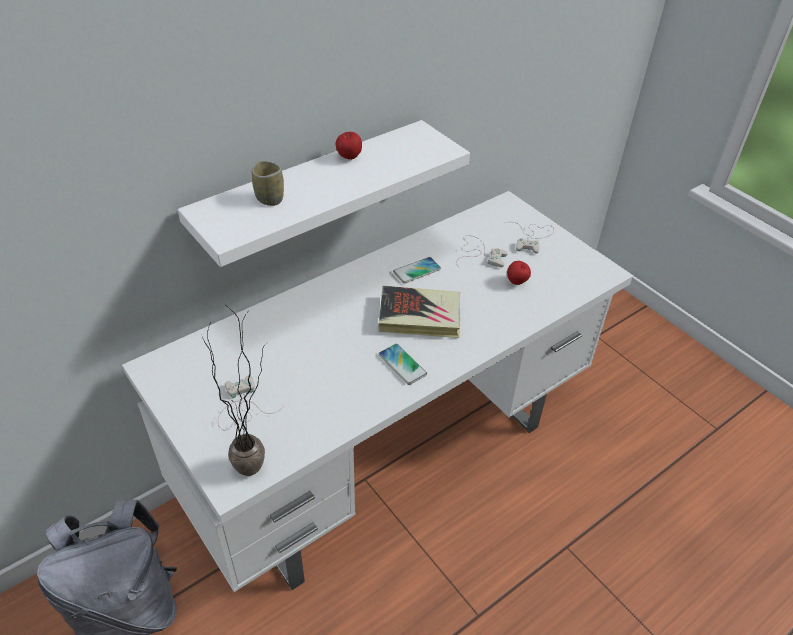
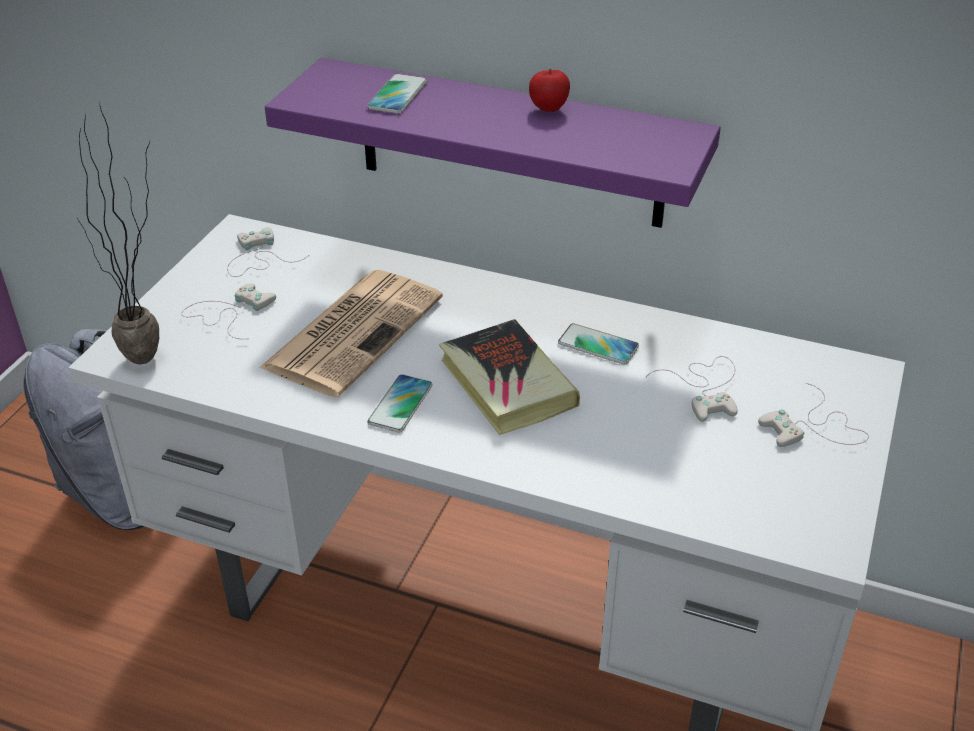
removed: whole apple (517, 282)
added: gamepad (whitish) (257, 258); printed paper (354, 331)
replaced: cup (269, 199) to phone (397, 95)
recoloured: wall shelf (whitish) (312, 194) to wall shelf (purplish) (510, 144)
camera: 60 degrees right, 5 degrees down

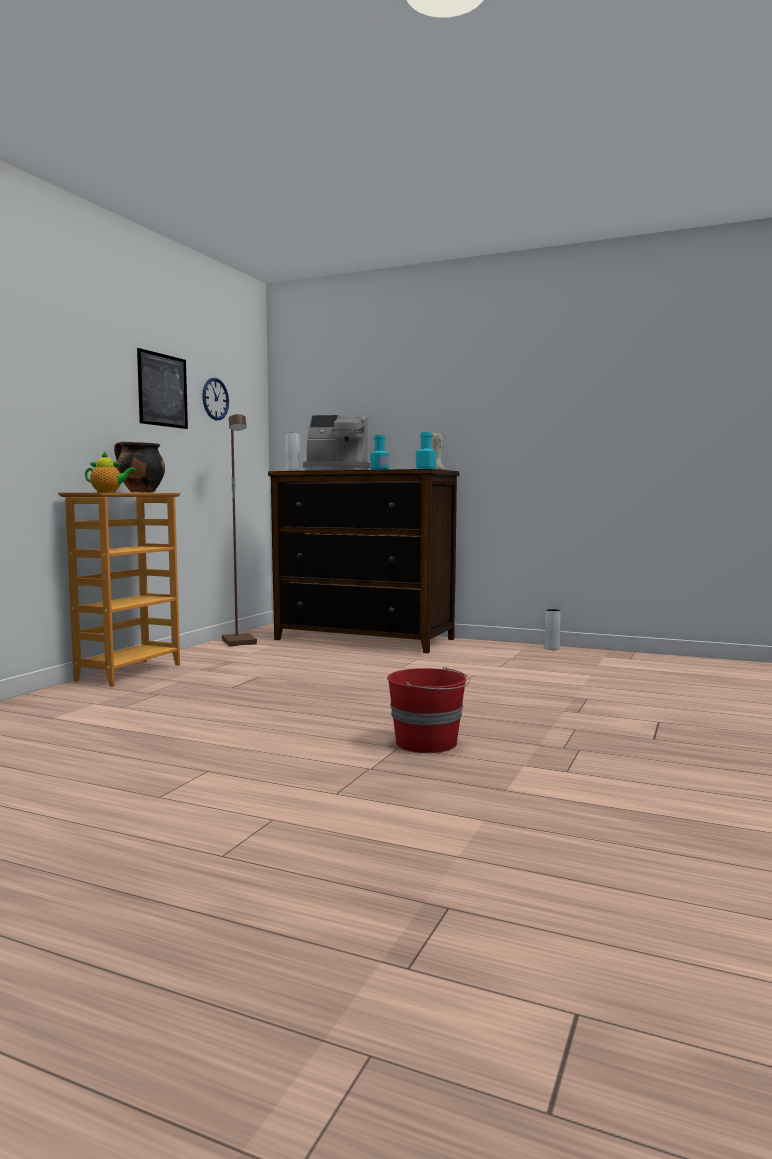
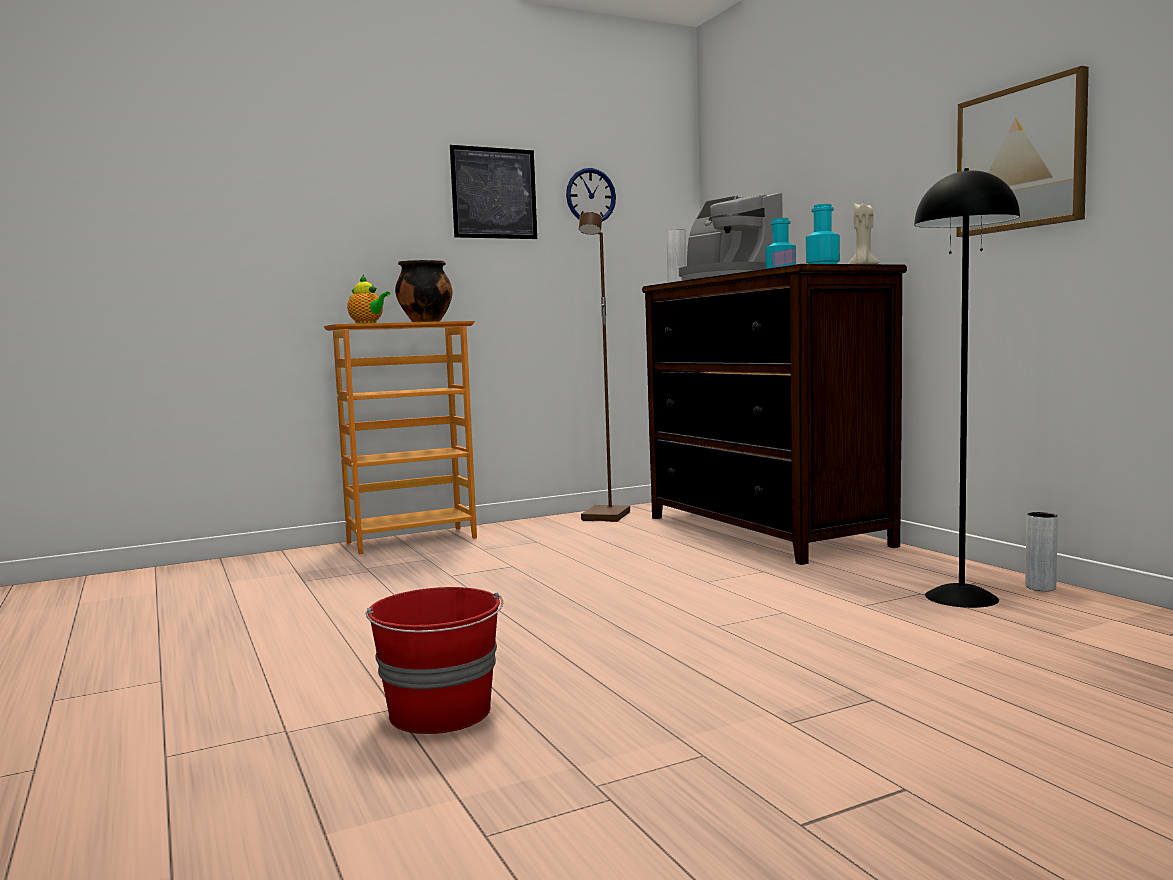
added: wall art (1021, 158); standing lamp (blackish) (962, 597)
camera: 40 degrees right, 0 degrees up

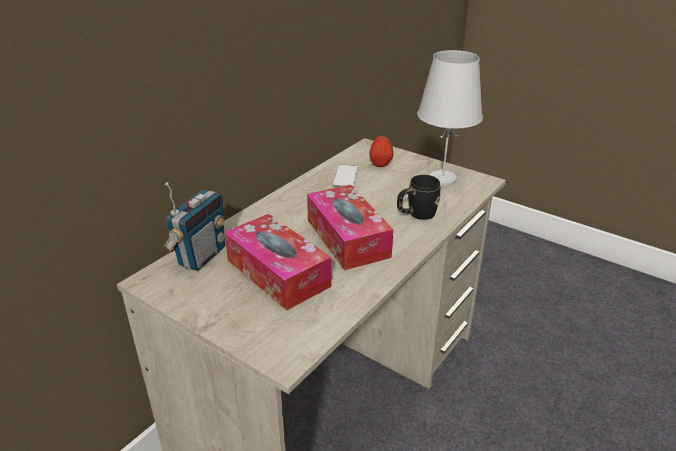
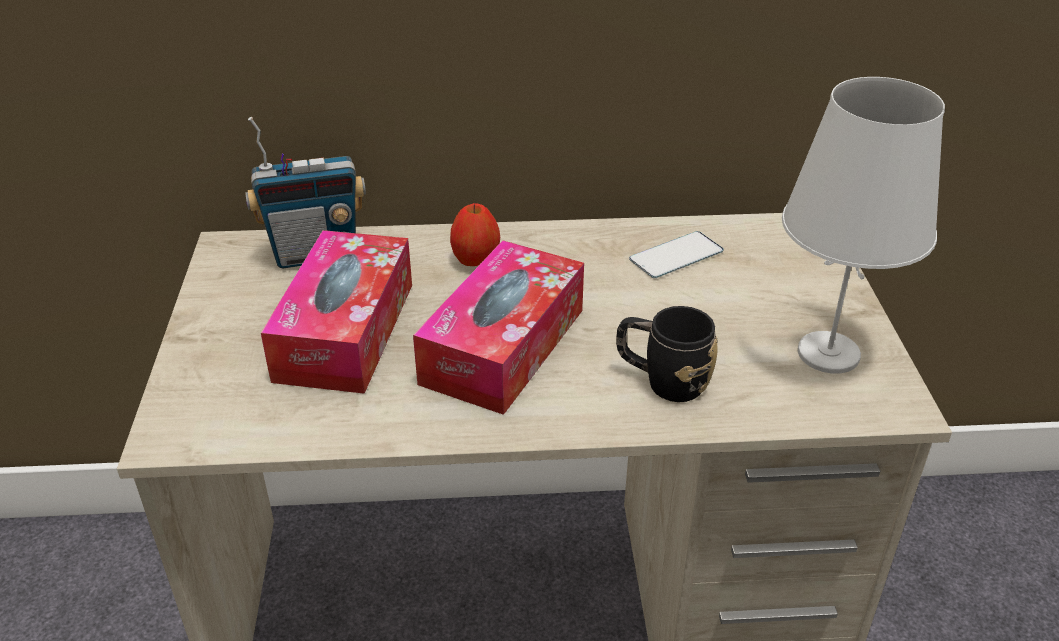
moved: whole apple (380, 164) to (475, 260)
camera: 50 degrees right, 5 degrees up

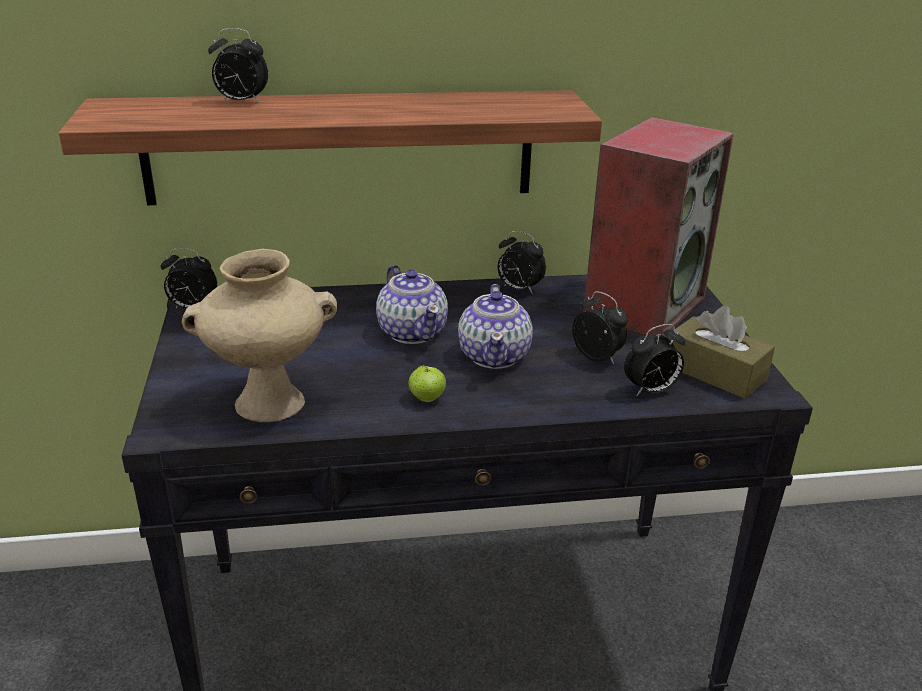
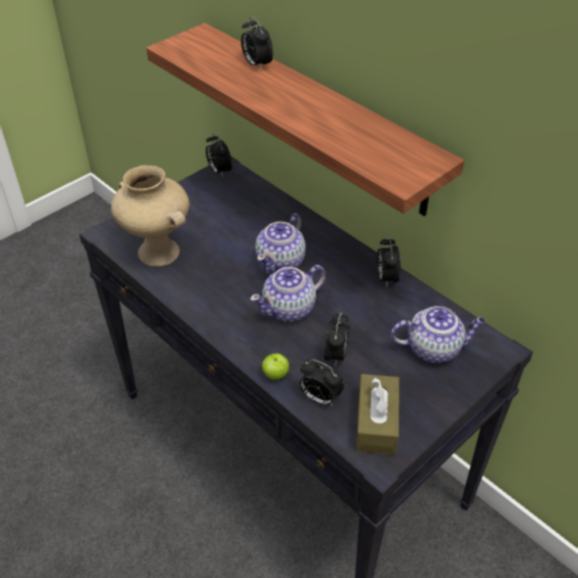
moved: whole apple (427, 399) to (275, 375)
replaced: loudspeaker (643, 305) to teapot (434, 348)
camera: 55 degrees right, 15 degrees up

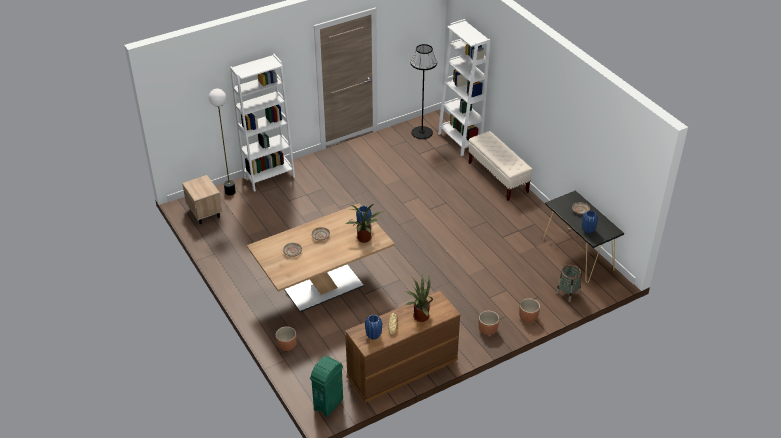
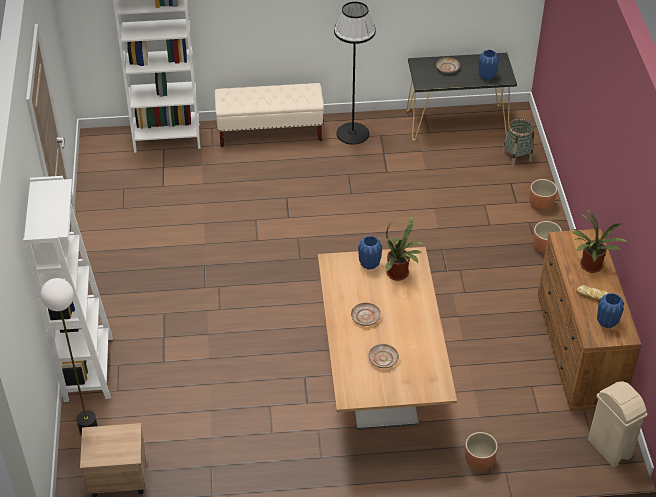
moved: standing lamp (blackish) (421, 132) to (352, 133)
recoloured: waste bin (green) (329, 404) to waste bin (beige) (609, 448)
camera: 65 degrees left, 5 degrees up

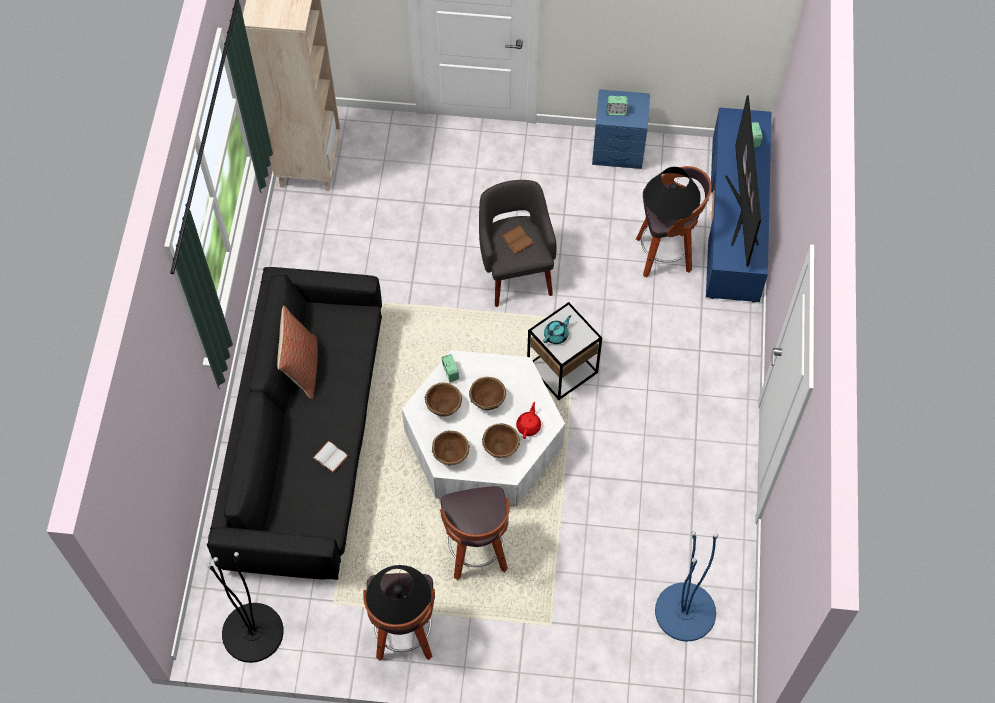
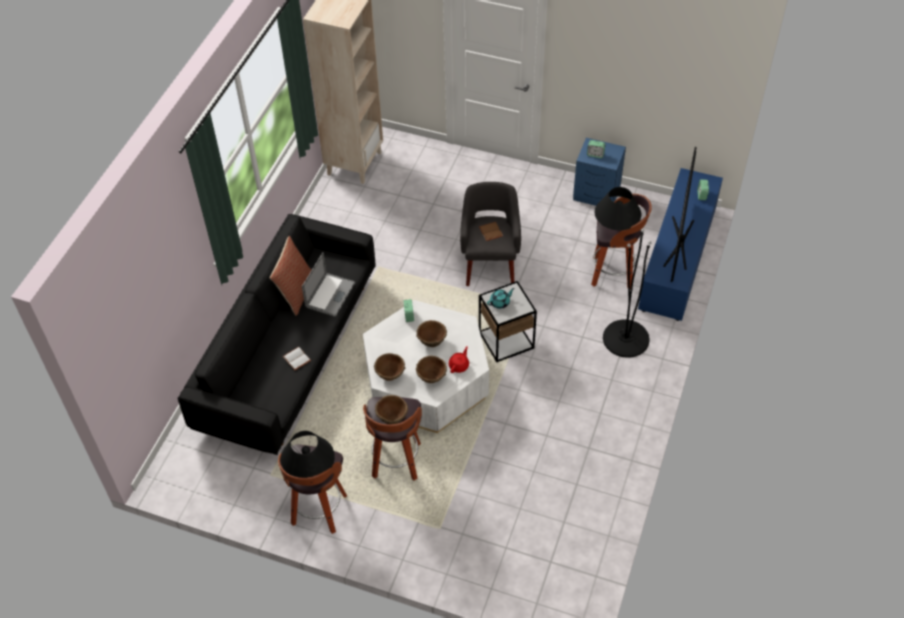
removed: standing lamp (bluish) (685, 611)
added: laptop (330, 295)
moved: serving bowl (brown) (443, 407) to (392, 417); standing lamp (blackish) (252, 632) to (626, 338)
camera: 15 degrees right, 10 degrees down

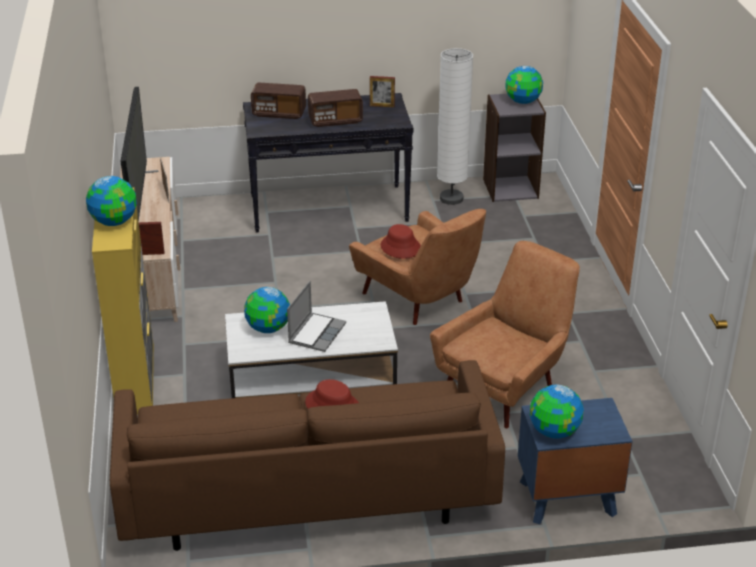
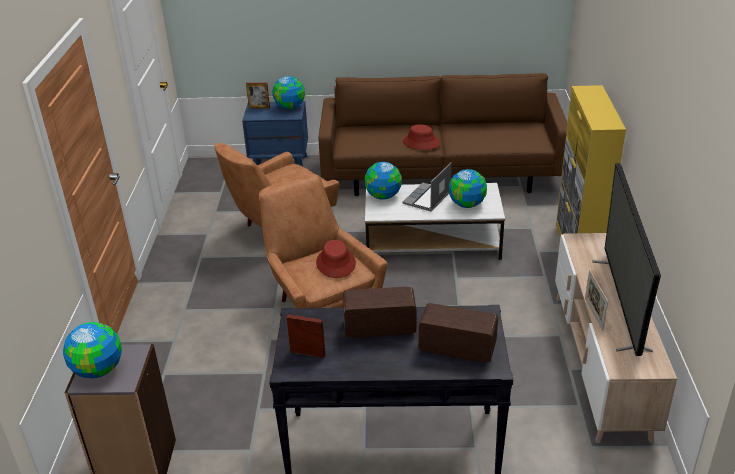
removed: standing lamp (whitish) (451, 198)
moved: desk globe (114, 221) to (383, 196); standing frame (150, 253) to (259, 107)
camera: 170 degrees left, 0 degrees up

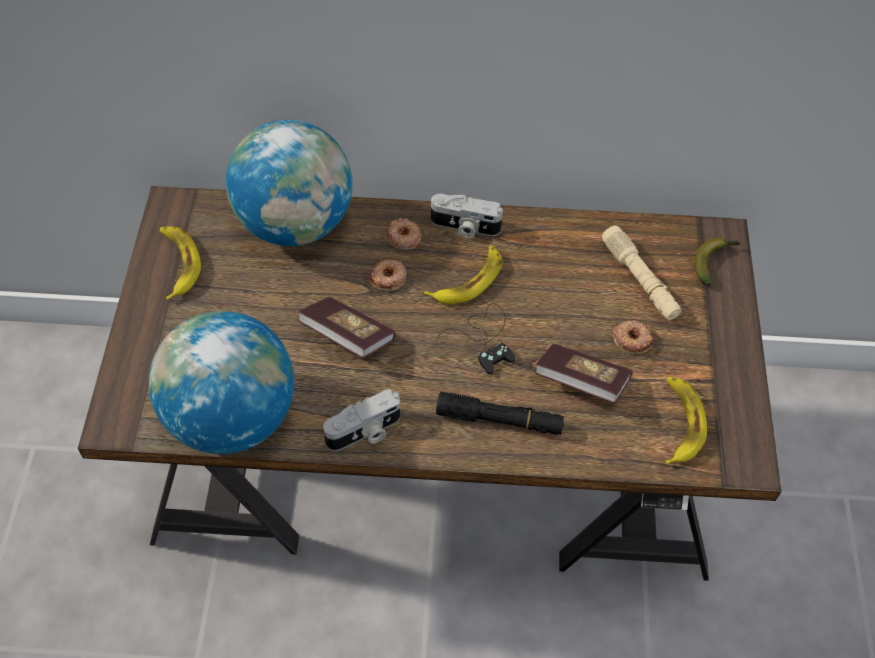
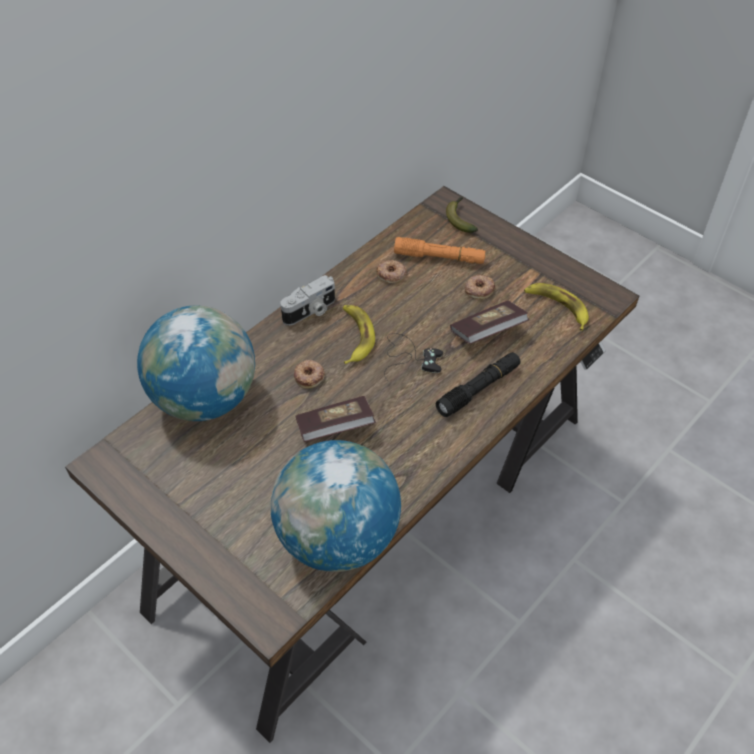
removed: whole banana (178, 263); photo camera (365, 432)
moved: donut (403, 237) to (391, 274)
recoloured: torch (beige) (639, 279) to torch (orange-coloured) (439, 257)
camera: 50 degrees left, 5 degrees down

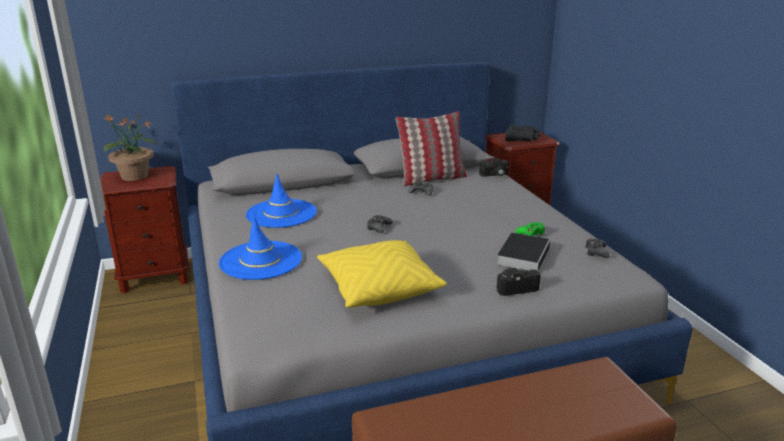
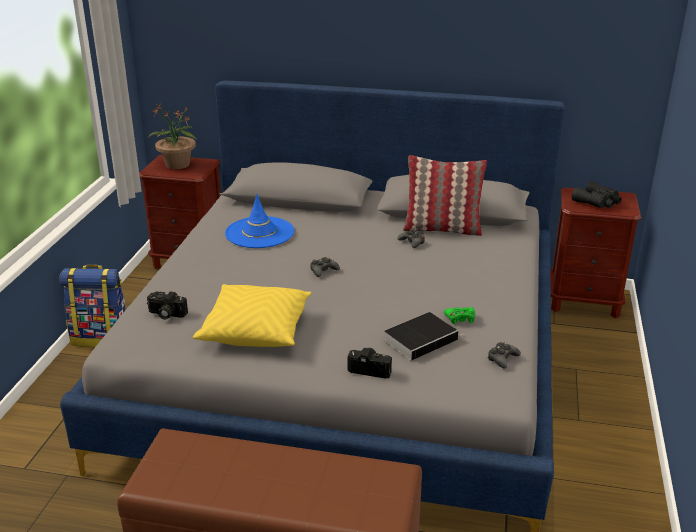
removed: hat (bluish) (261, 260)
added: knapsack (101, 337)
moved: photo camera (494, 175) to (166, 314)
camera: 30 degrees right, 5 degrees up

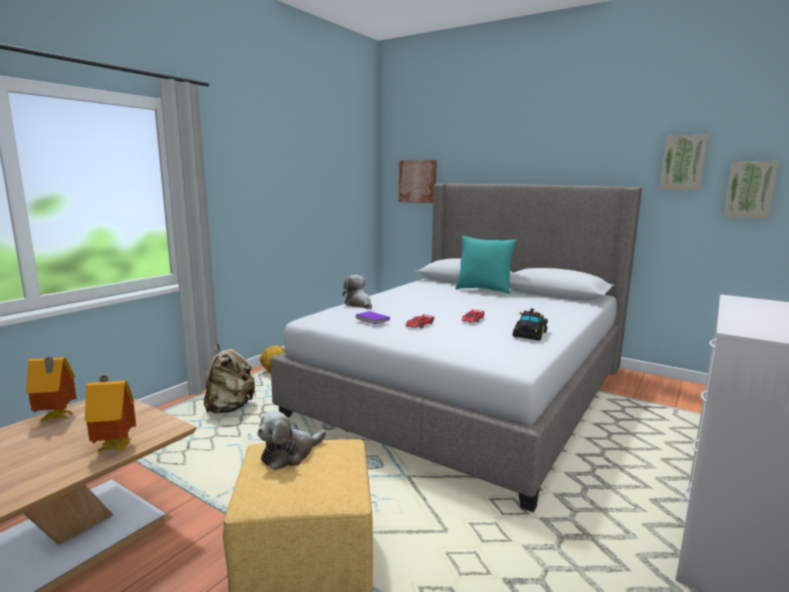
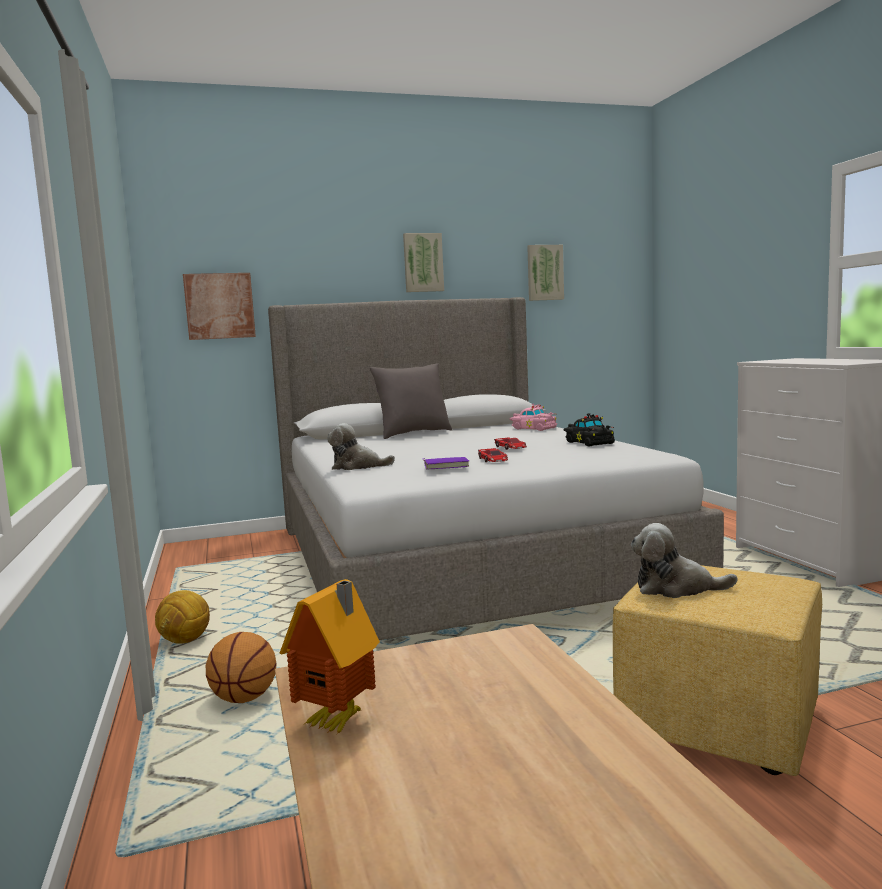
removed: toy house (115, 446)
added: model car (pink) (533, 428)
moved: wall art (750, 189) to (423, 262)
replaced: knapsack (beige) (229, 408) to basketball (244, 698)
recoloured: throw pillow (turquoise) (483, 290) to throw pillow (greyish) (413, 434)
turned: soft toy (290, 454) = (676, 588) 105 degrees clockwise
camera: 50 degrees left, 5 degrees down

